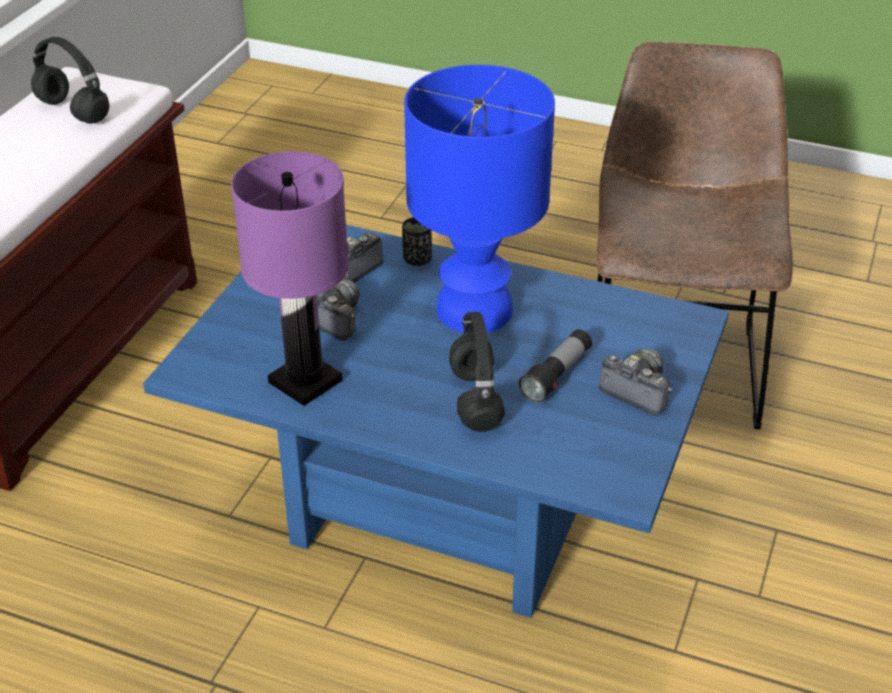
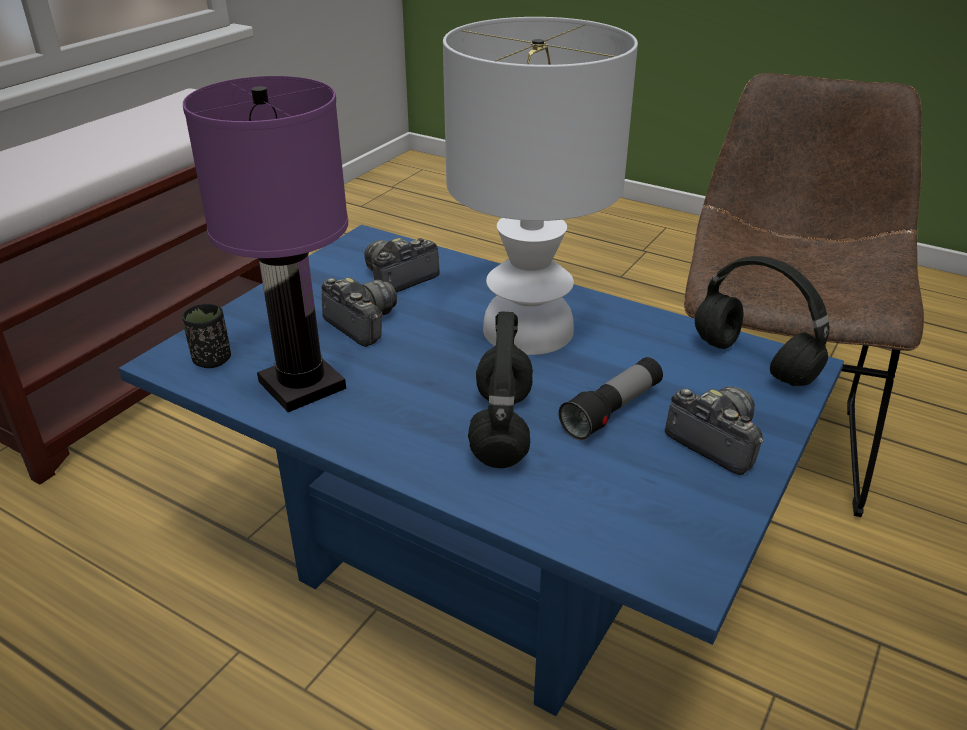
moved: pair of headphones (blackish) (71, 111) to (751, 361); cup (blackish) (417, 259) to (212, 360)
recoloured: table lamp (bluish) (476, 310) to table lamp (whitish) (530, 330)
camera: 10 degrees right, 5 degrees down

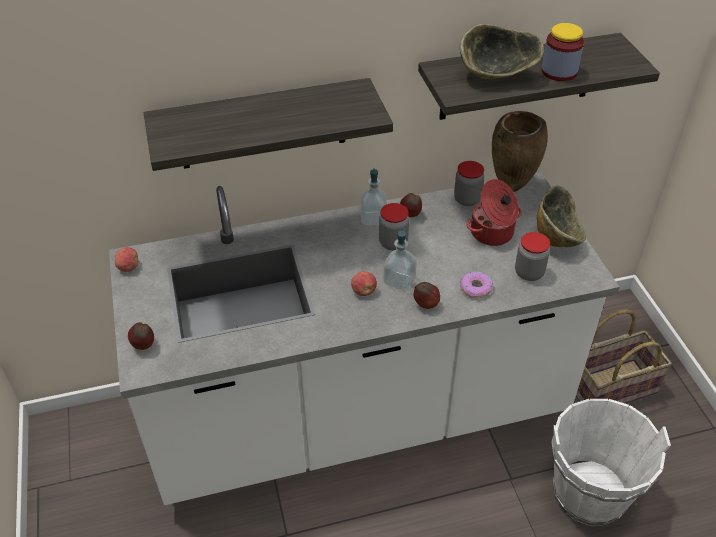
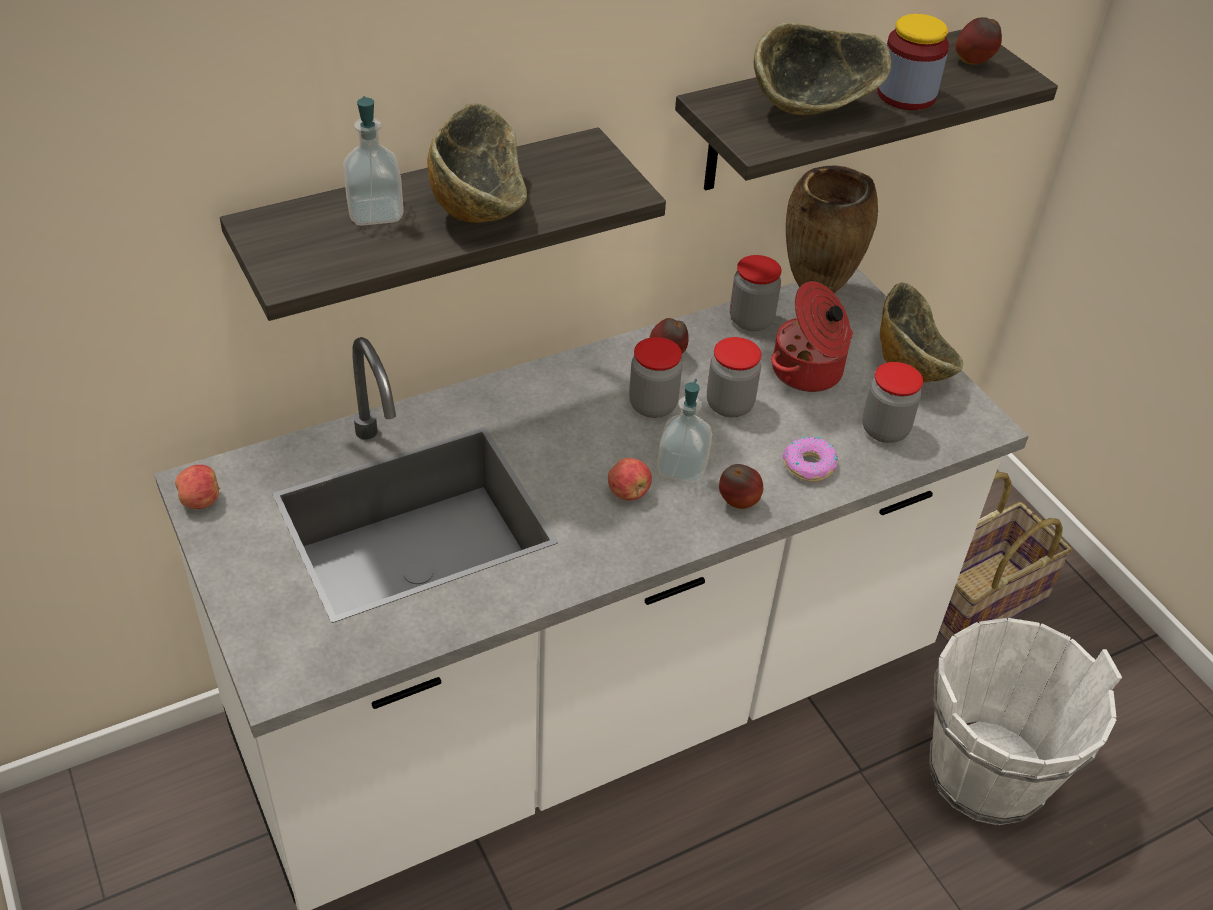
added: serving bowl (479, 208); jar (729, 405)
moved: soap bottle (373, 218) to (375, 212); whole apple (144, 346) to (973, 63)
camera: 15 degrees left, 0 degrees up

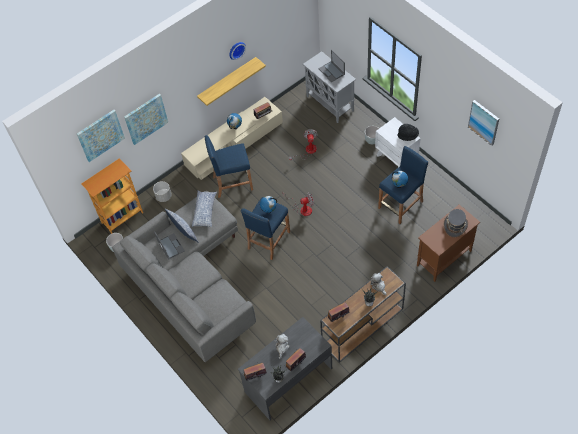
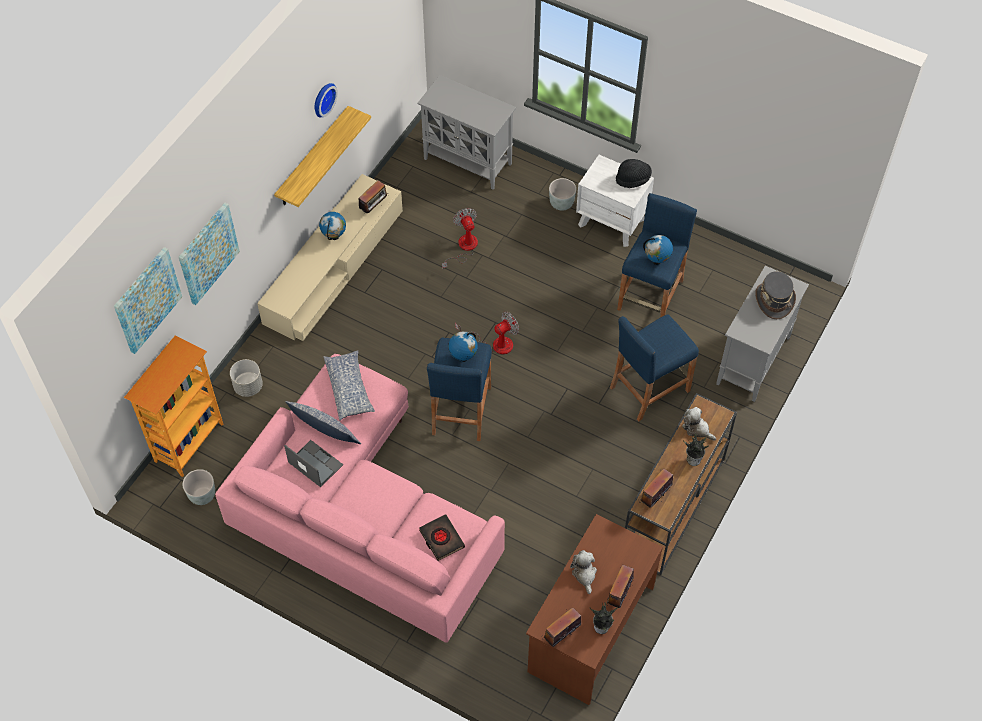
removed: laptop (332, 71); wall art (484, 122)
added: volume (blackish) (441, 539)
moved: stool seat (bluish) (232, 183) to (649, 388)
recoloured: couch (greyish) (192, 284) to couch (pink) (362, 520); cabinet (brown) (443, 258) to cabinet (greyish) (753, 361); desk table (greyish) (288, 379) to desk table (brown) (590, 628)
camera: 25 degrees left, 0 degrees up

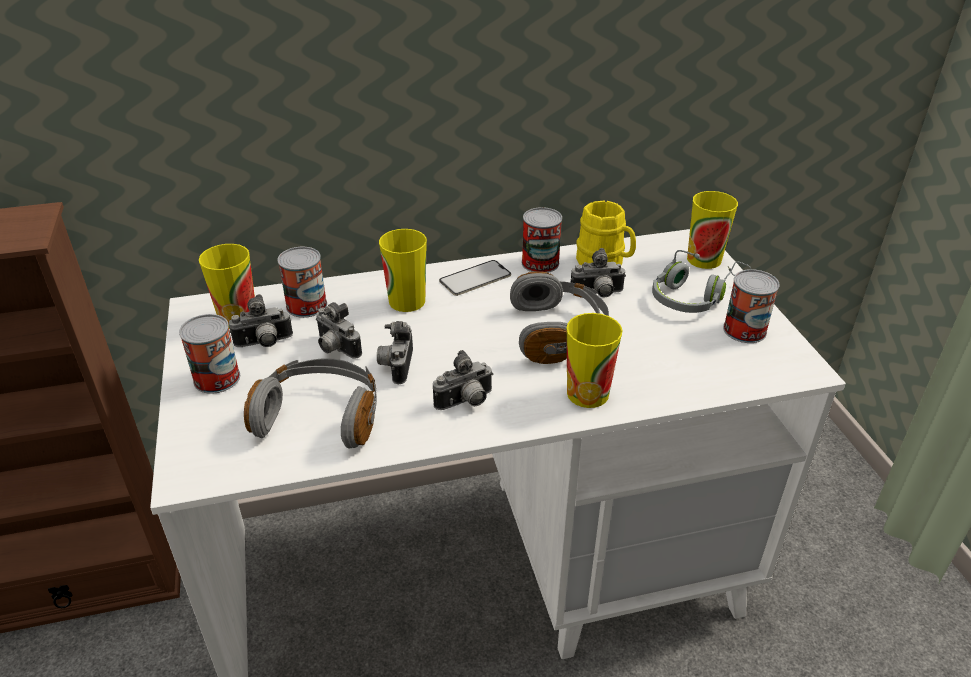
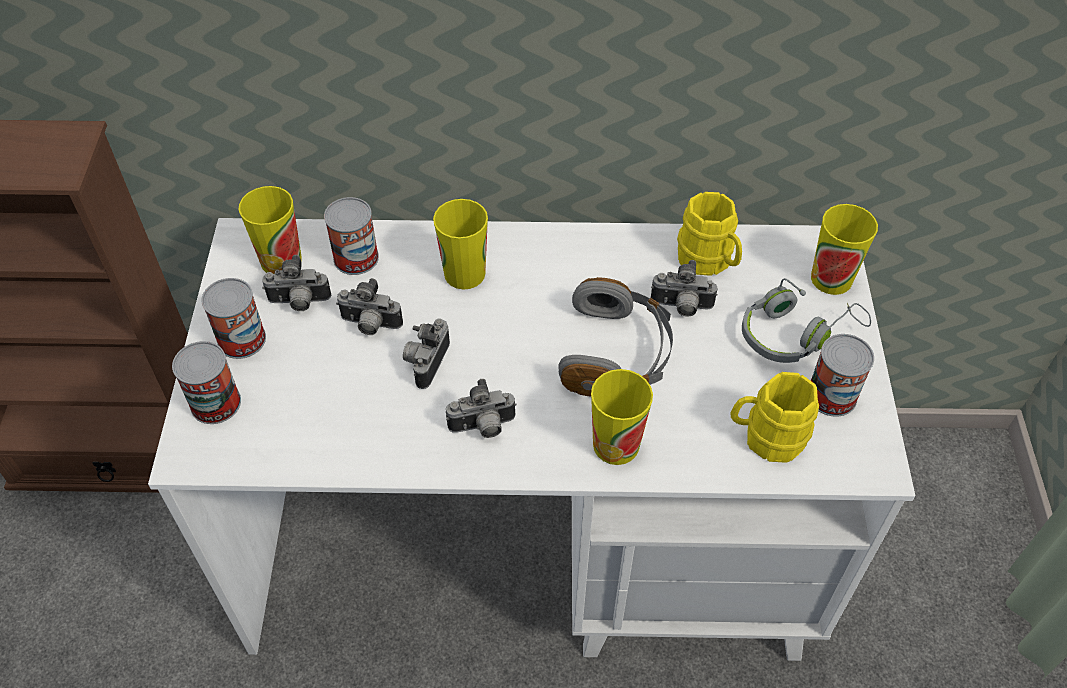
removed: phone (475, 278); pair of headphones (greyish) (320, 416)
added: mug (yellow-coloured) (766, 437)
moved: sealed can (540, 263) to (215, 403)
turned: photo camera (335, 349) = (370, 325) 45 degrees counterclockwise
camera: 15 degrees right, 15 degrees up

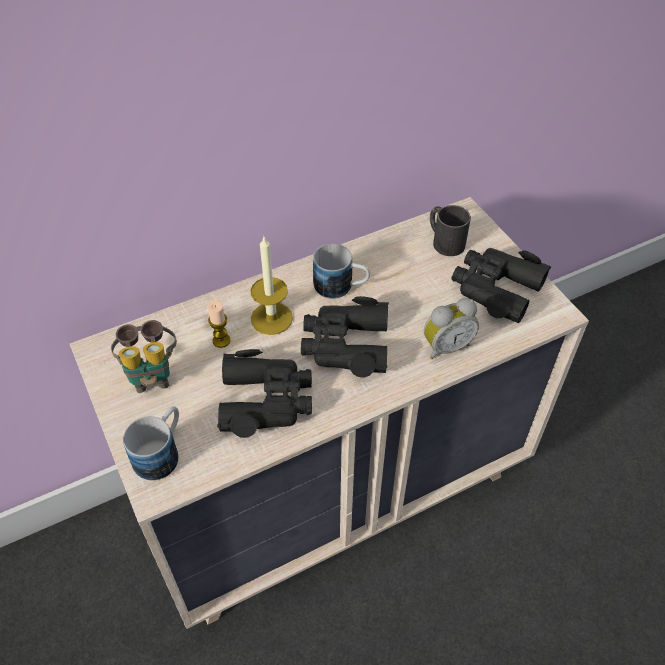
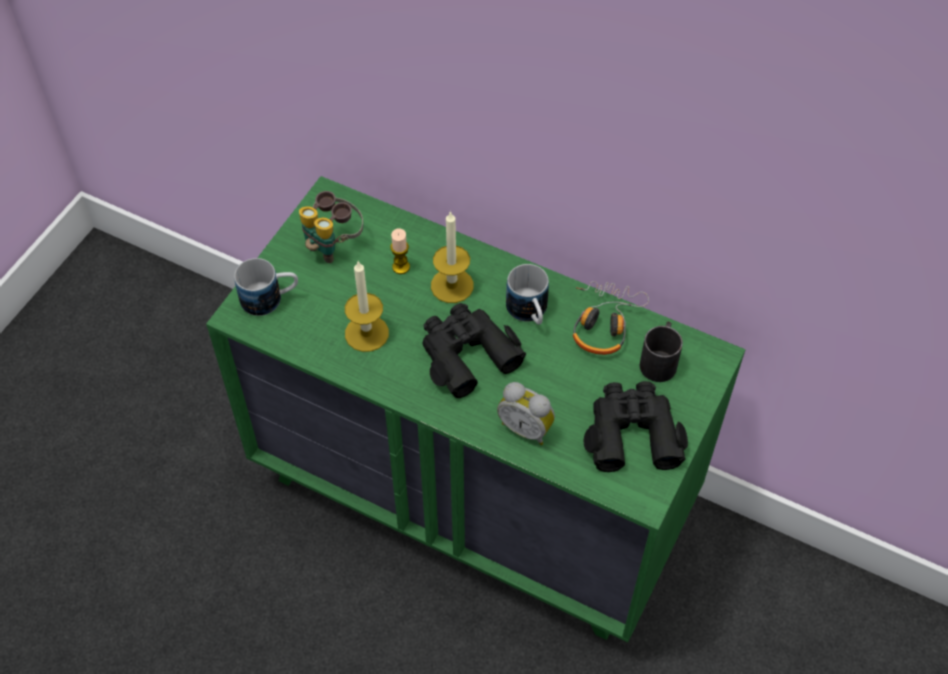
added: pair of headphones (604, 323)
replaced: field glasses (blackish) (266, 400) to wax candle (366, 333)
recoloured: drawer chest (beige) (333, 488) to drawer chest (green) (475, 496)
camera: 55 degrees right, 5 degrees up

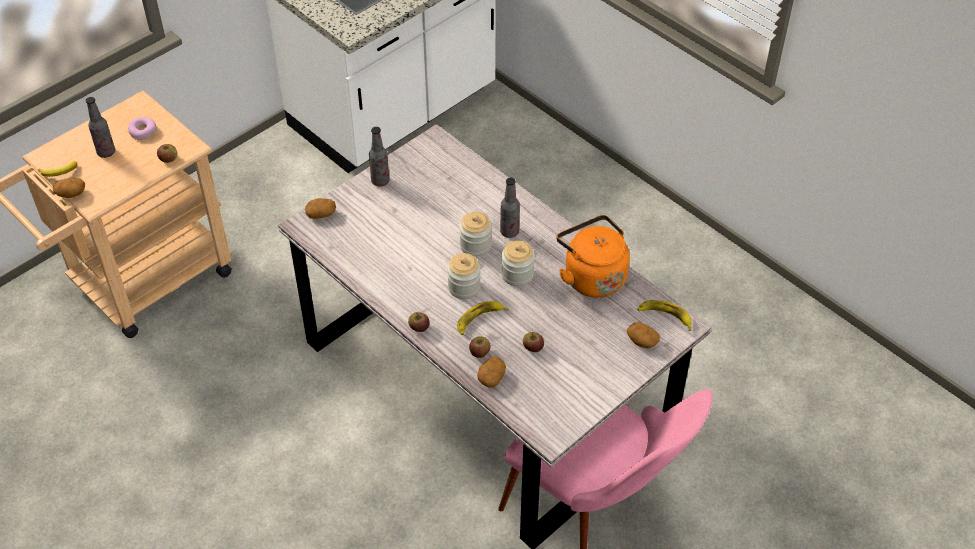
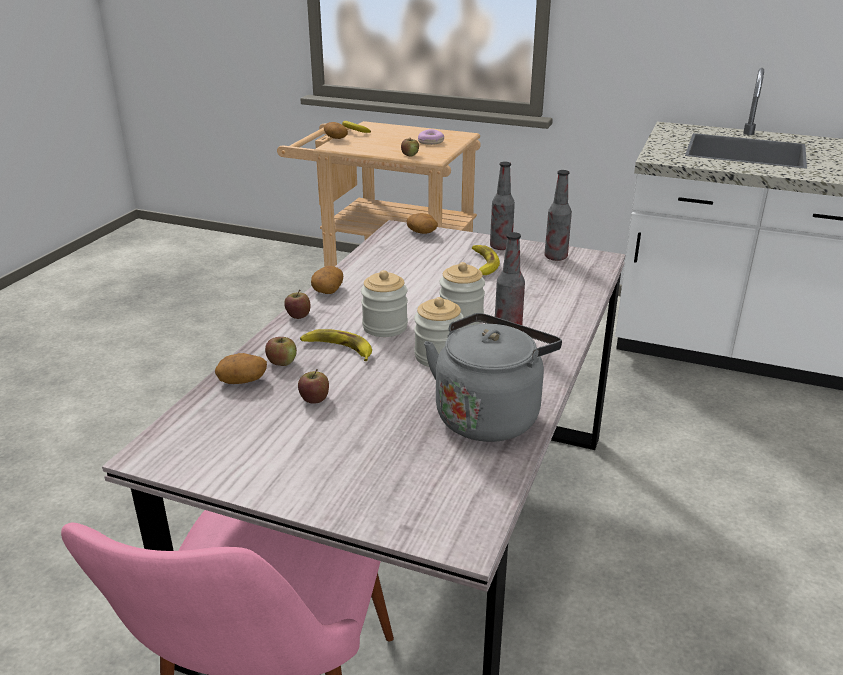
moved: beverage bottle (106, 152) to (555, 257); whole banana (665, 316) to (482, 264); potato (642, 341) to (327, 289)
recoloured: kettle (orange-coloured) (592, 276) to kettle (greyish) (489, 415)
camera: 65 degrees right, 20 degrees down

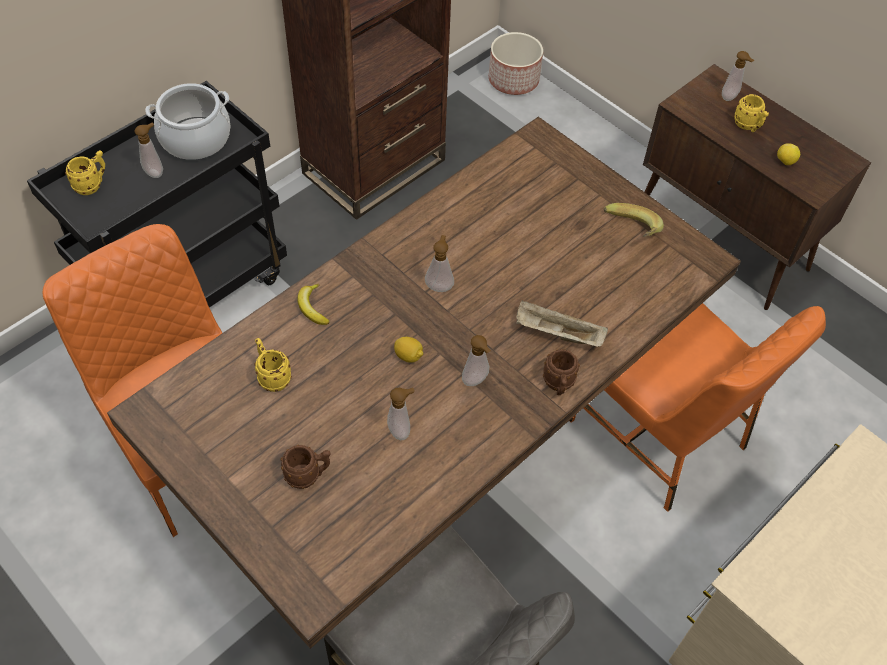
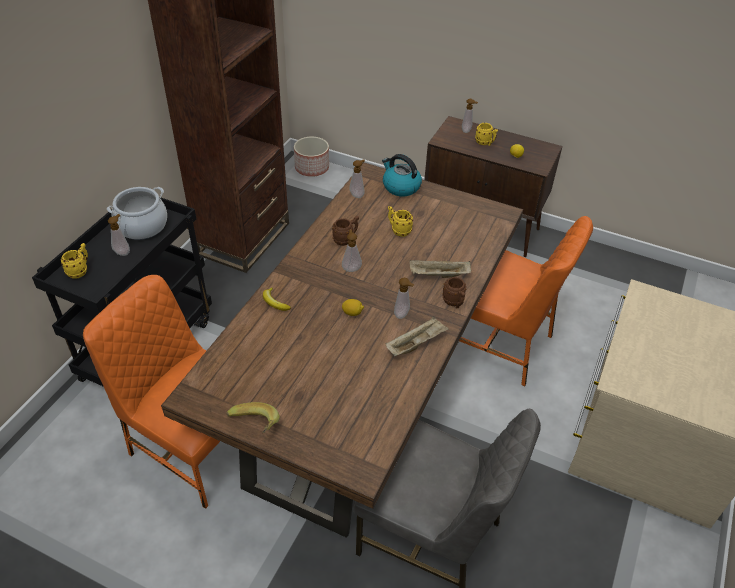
added: kettle (400, 187); serving tray (beige) (416, 344)
moved: whole banana (630, 232) to (254, 427); mug (yellow-coloured) (272, 376) to (398, 230); soap bottle (401, 430) to (357, 195); mug (brown) (308, 475) to (346, 239)
camera: 20 degrees left, 10 degrees down

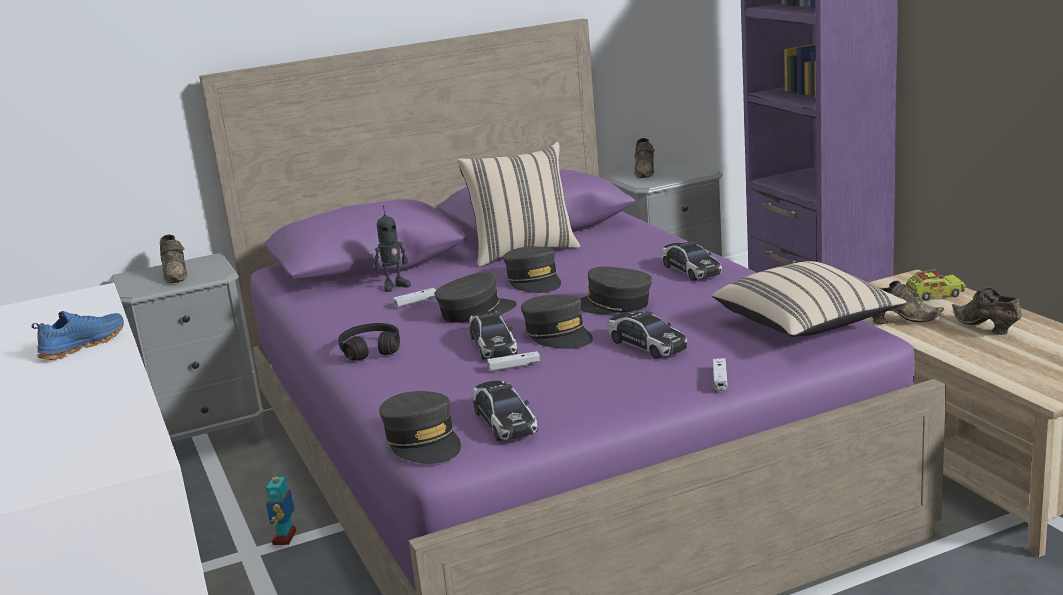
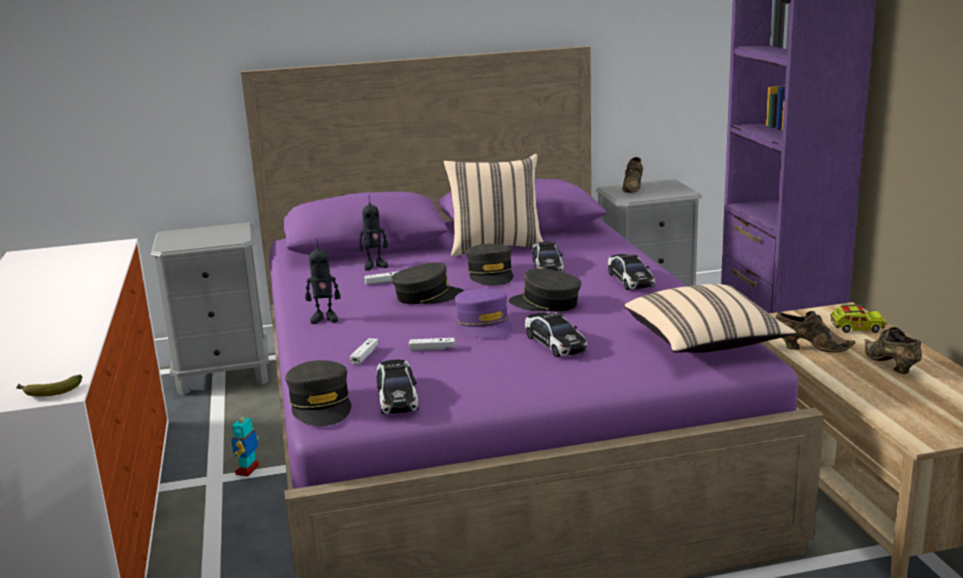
removed: low shoe (brown) (175, 274); low shoe (bluish) (82, 345)
added: whole banana (48, 392)
moved: model car (493, 345) to (547, 266); gamepad (whitish) (720, 379) to (365, 356)
replaced: pair of headphones (blackish) (371, 349) to robot figure (325, 319)
recoloured: peaked cap (greyish) (558, 335) to peaked cap (purplish) (485, 325)
camera: 10 degrees right, 0 degrees up

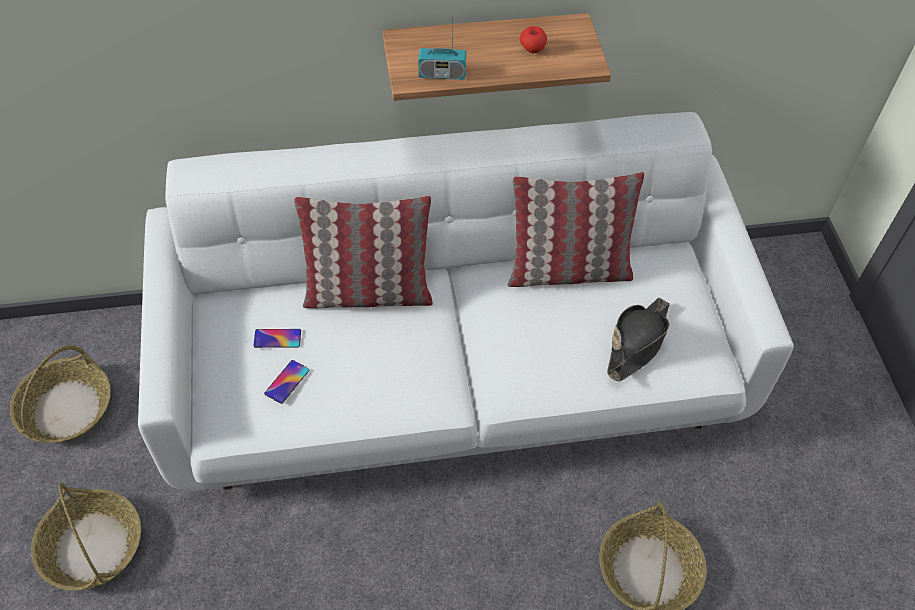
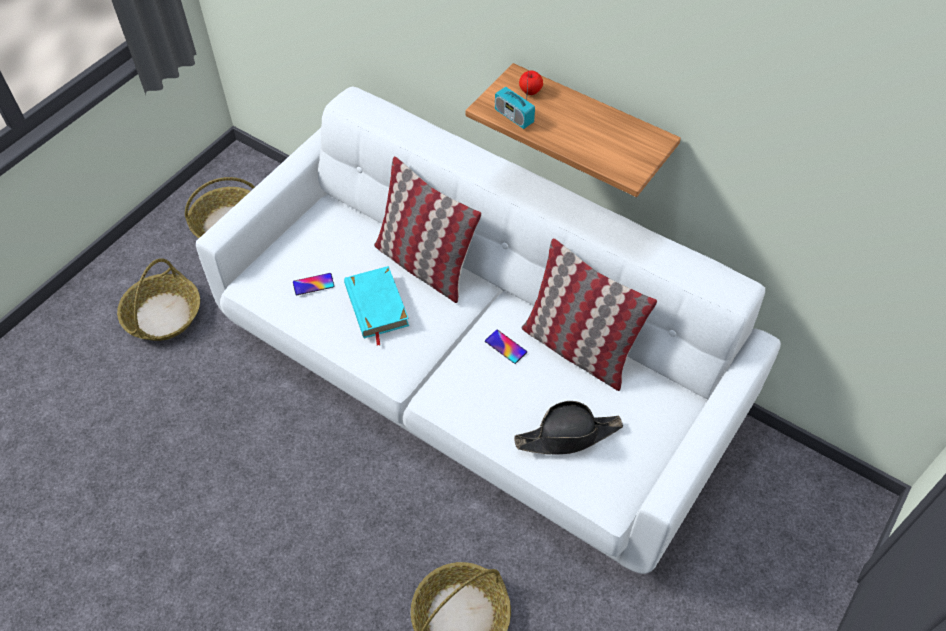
added: volume (turquoise) (376, 306)
moved: whole apple (532, 49) to (530, 91); phone (277, 338) to (505, 347)
camera: 45 degrees right, 0 degrees up

